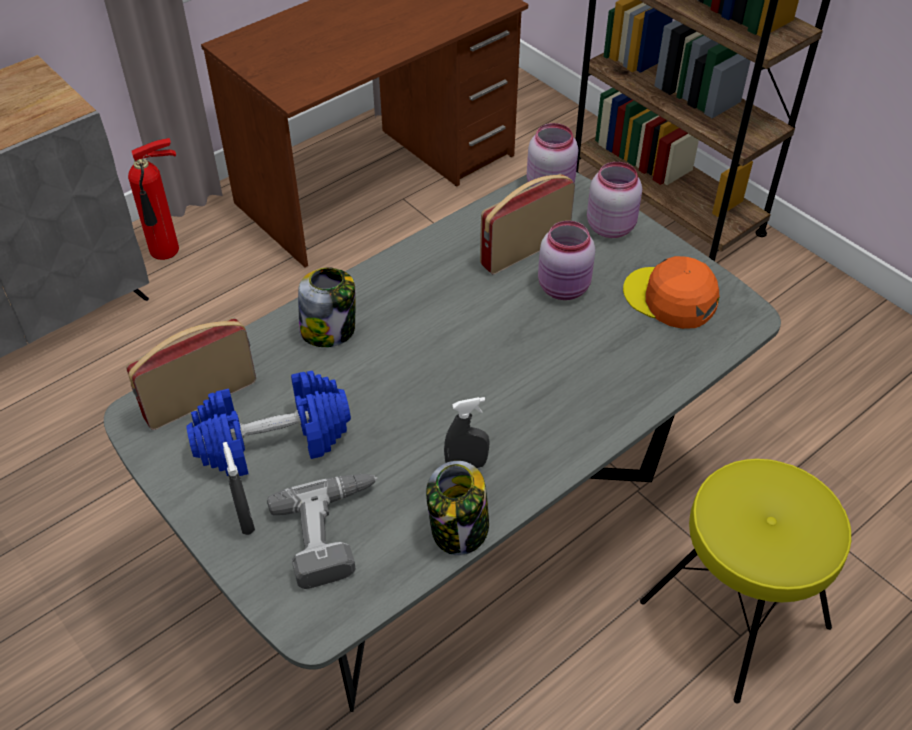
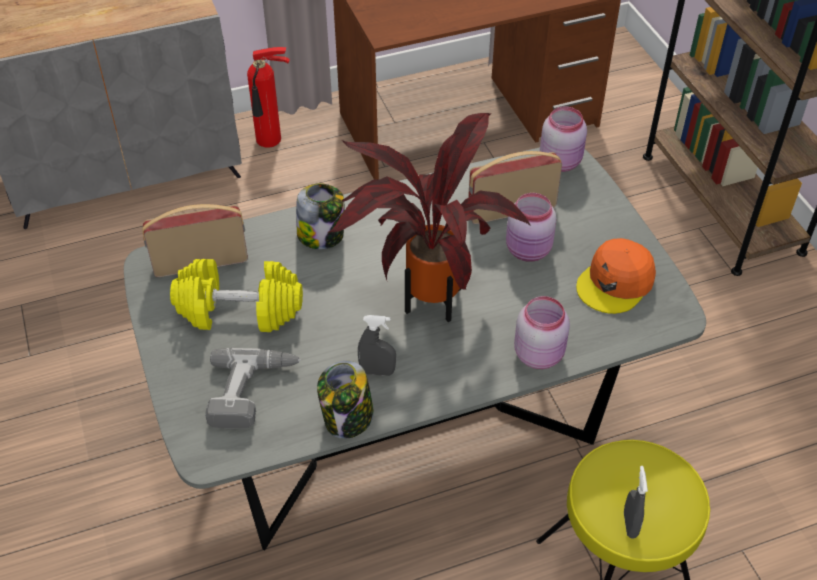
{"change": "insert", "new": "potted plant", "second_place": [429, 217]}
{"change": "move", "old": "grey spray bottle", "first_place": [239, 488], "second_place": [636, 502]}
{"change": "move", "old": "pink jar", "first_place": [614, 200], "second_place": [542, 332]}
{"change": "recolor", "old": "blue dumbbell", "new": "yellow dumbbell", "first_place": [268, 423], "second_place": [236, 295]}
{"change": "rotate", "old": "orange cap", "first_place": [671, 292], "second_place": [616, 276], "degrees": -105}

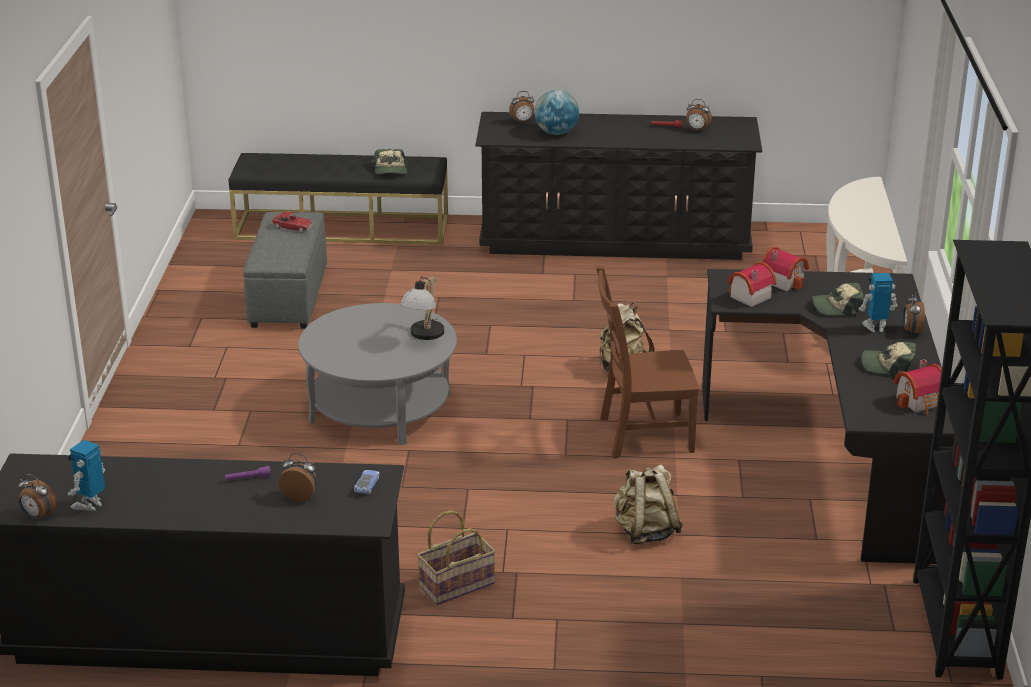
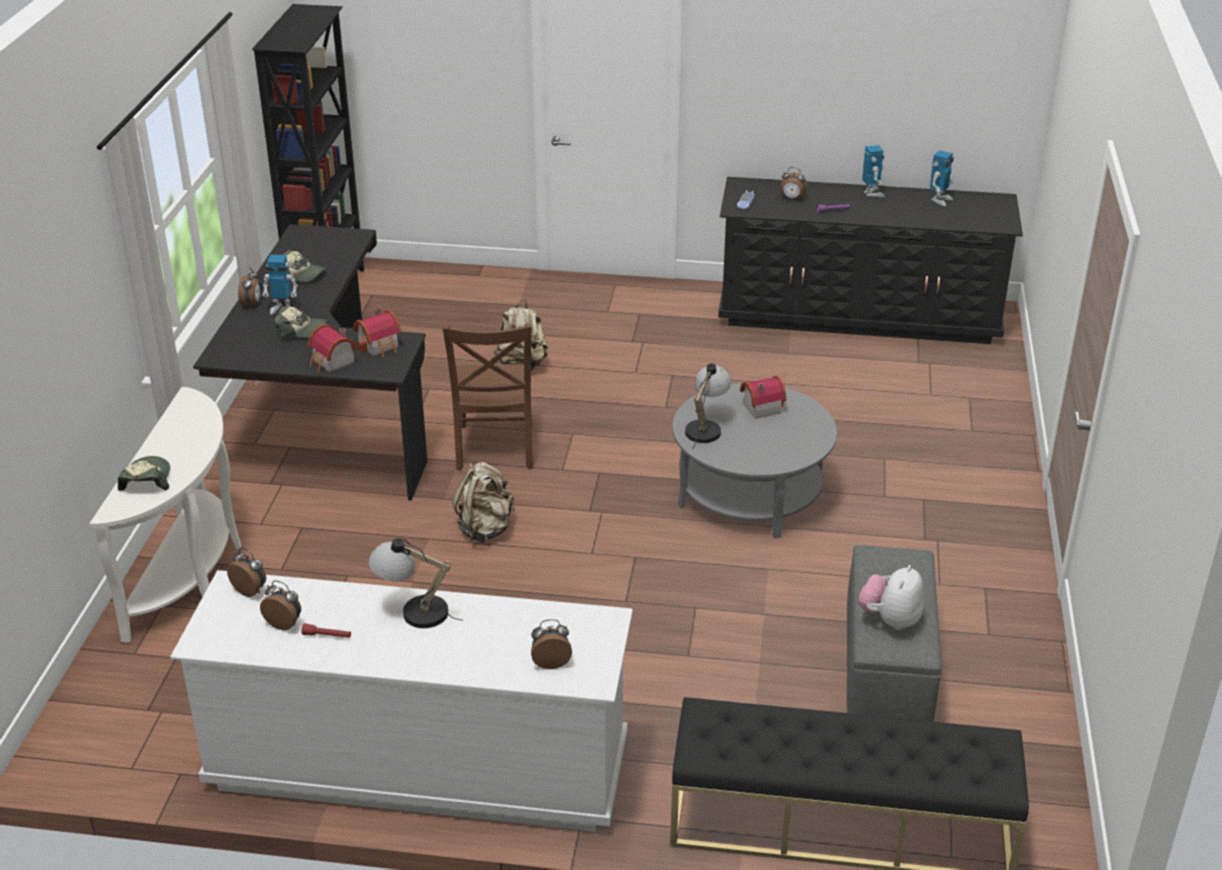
{"change": "delete", "old": "basket", "first_place": [456, 557]}
{"change": "delete", "old": "globe", "first_place": [556, 112]}
{"change": "insert", "new": "table lamp", "second_place": [415, 583]}
{"change": "insert", "new": "toy robot", "second_place": [873, 171]}
{"change": "move", "old": "alarm clock", "first_place": [37, 497], "second_place": [246, 572]}
{"change": "move", "old": "cap", "first_place": [389, 161], "second_place": [144, 473]}
{"change": "move", "old": "toy house", "first_place": [917, 387], "second_place": [763, 397]}
{"change": "replace", "old": "toy car", "new": "plush toy", "first_place": [292, 222], "second_place": [891, 597]}
{"change": "recolor", "old": "black dresser", "new": "white dresser", "first_place": [618, 186], "second_place": [401, 701]}
{"change": "rotate", "old": "brown chair", "first_place": [647, 362], "second_place": [487, 397], "degrees": 90}

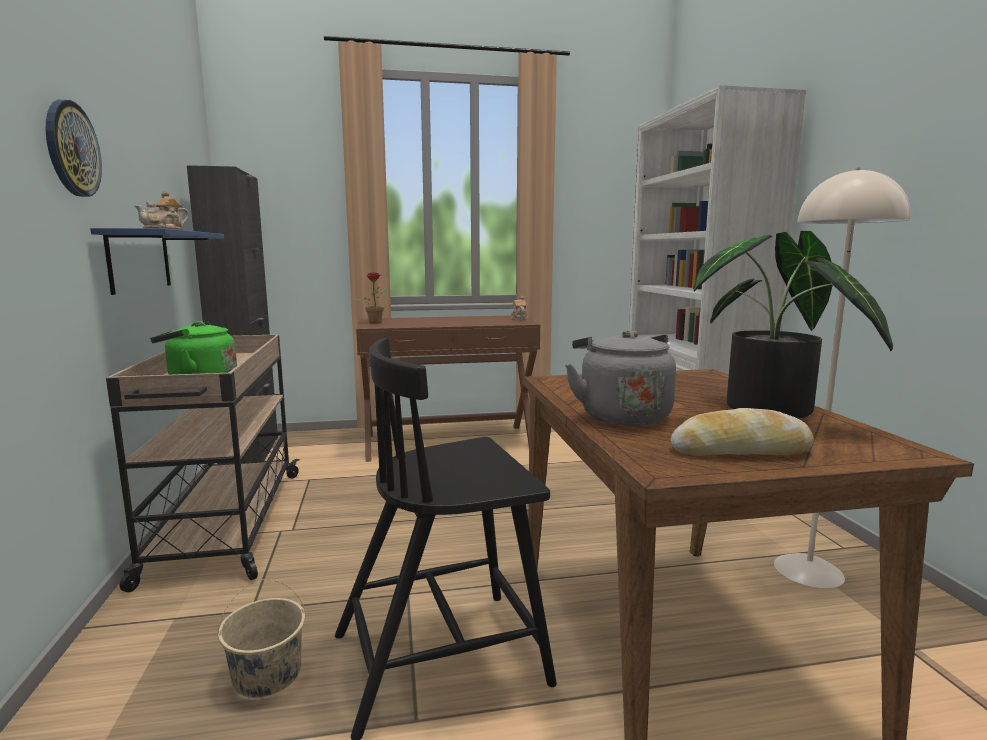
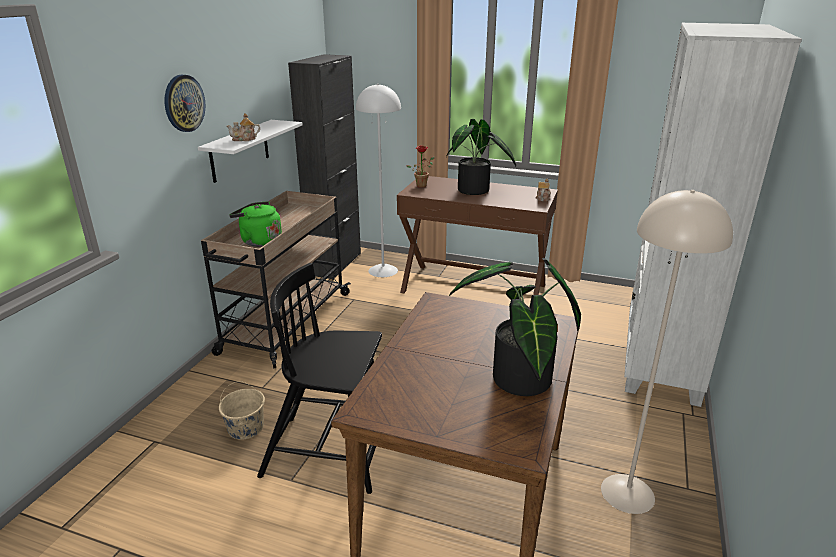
{"change": "delete", "old": "grey kettle", "first_place": [620, 378]}
{"change": "delete", "old": "bread", "first_place": [742, 432]}
{"change": "insert", "new": "white floor lamp", "second_place": [378, 180]}
{"change": "insert", "new": "potted plant", "second_place": [481, 157]}
{"change": "recolor", "old": "blue shelf", "new": "white shelf", "first_place": [157, 261], "second_place": [250, 151]}

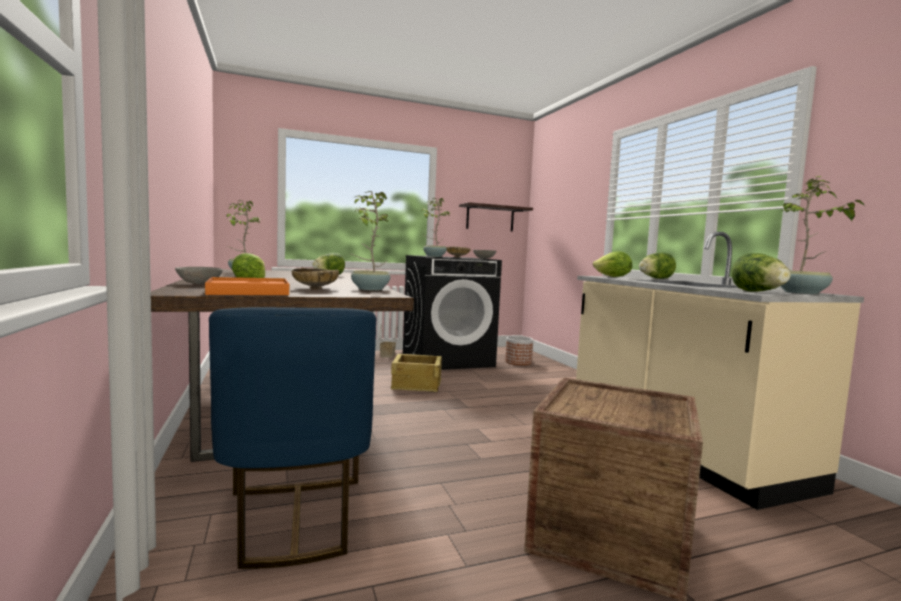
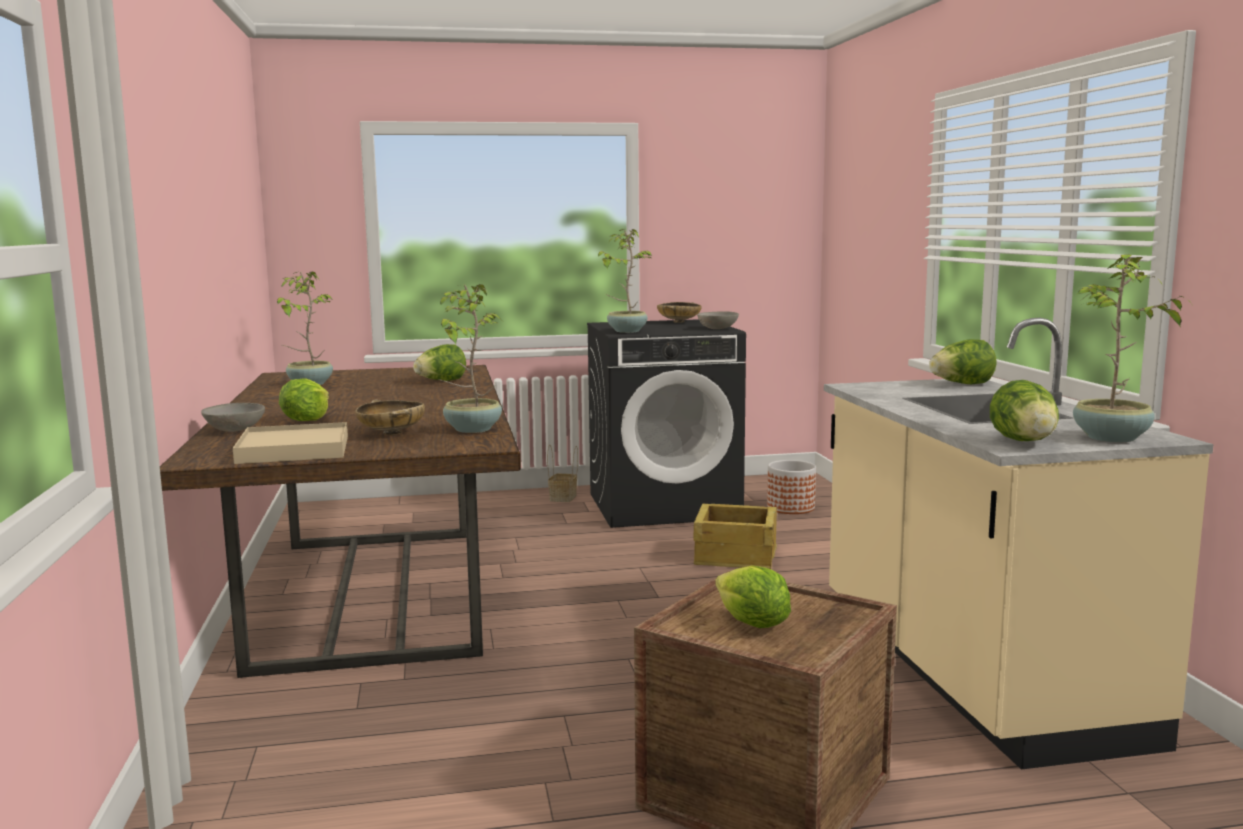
{"change": "delete", "old": "blue chair", "first_place": [292, 438]}
{"change": "delete", "old": "shelf", "first_place": [496, 217]}
{"change": "move", "old": "crate", "first_place": [416, 373], "second_place": [735, 536]}
{"change": "move", "old": "lettuce", "first_place": [612, 264], "second_place": [753, 596]}
{"change": "recolor", "old": "orange tray", "new": "beige tray", "first_place": [247, 286], "second_place": [290, 443]}

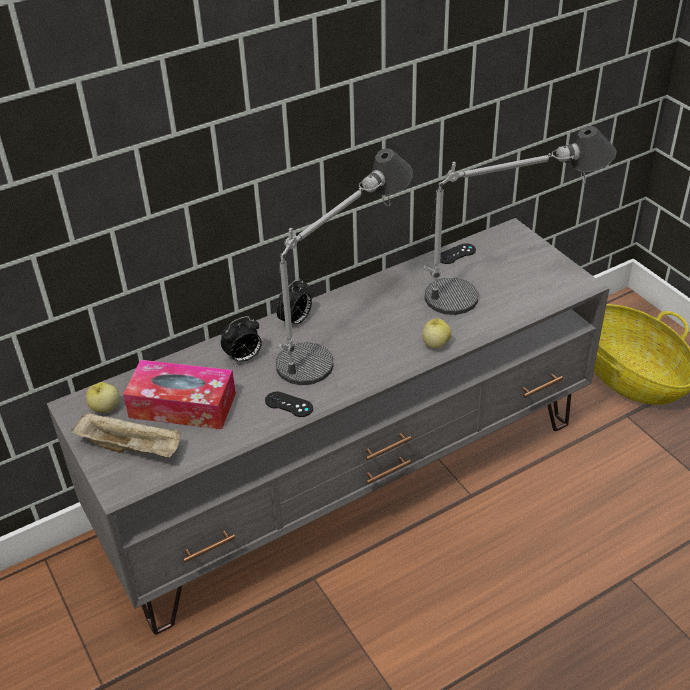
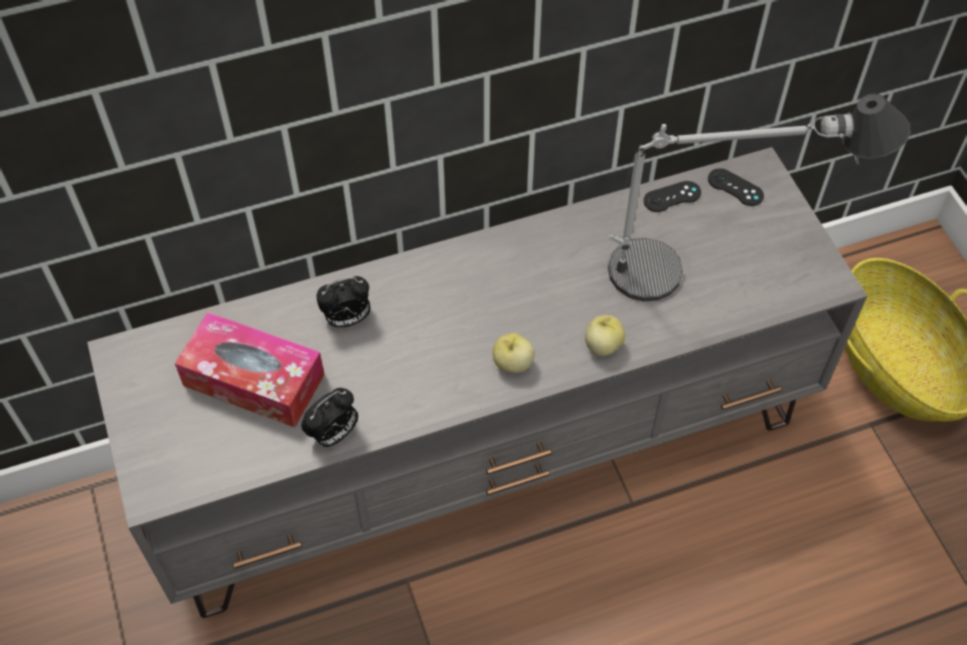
{"change": "delete", "old": "beige tray", "first_place": [126, 435]}
{"change": "delete", "old": "table lamp", "first_place": [344, 266]}
{"change": "move", "old": "apple", "first_place": [103, 397], "second_place": [514, 353]}
{"change": "move", "old": "black game controller", "first_place": [289, 404], "second_place": [736, 187]}
{"change": "move", "old": "alarm clock", "first_place": [294, 301], "second_place": [329, 417]}

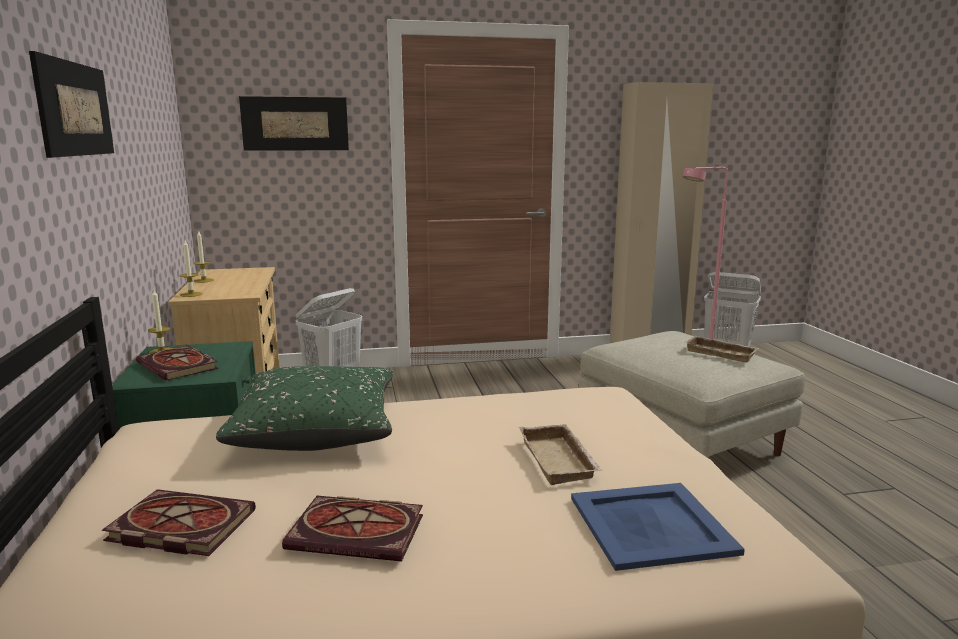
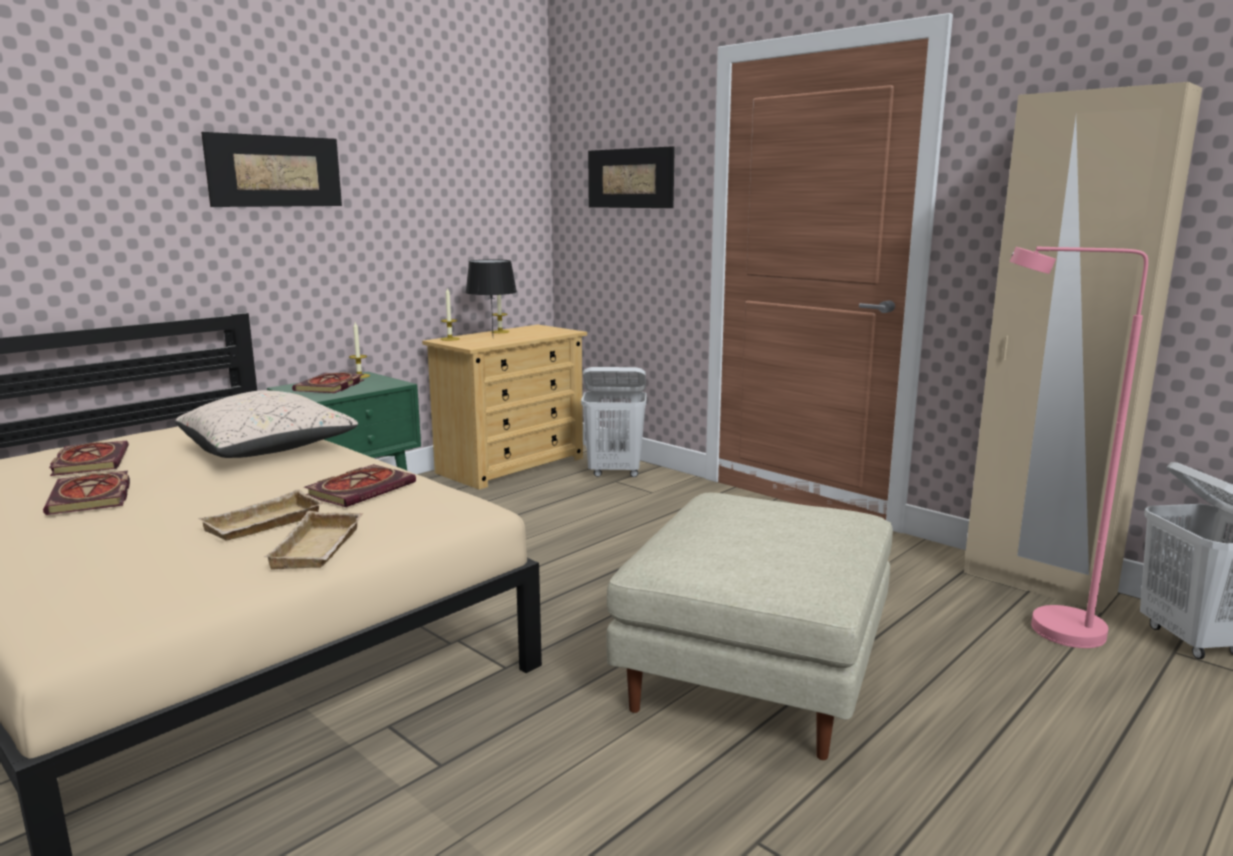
{"change": "delete", "old": "blue tray", "first_place": [658, 527]}
{"change": "insert", "new": "book", "second_place": [360, 485]}
{"change": "insert", "new": "black table lamp", "second_place": [491, 296]}
{"change": "move", "old": "beige tray", "first_place": [722, 349], "second_place": [313, 540]}
{"change": "recolor", "old": "green pillow", "new": "beige pillow", "first_place": [304, 408], "second_place": [266, 424]}

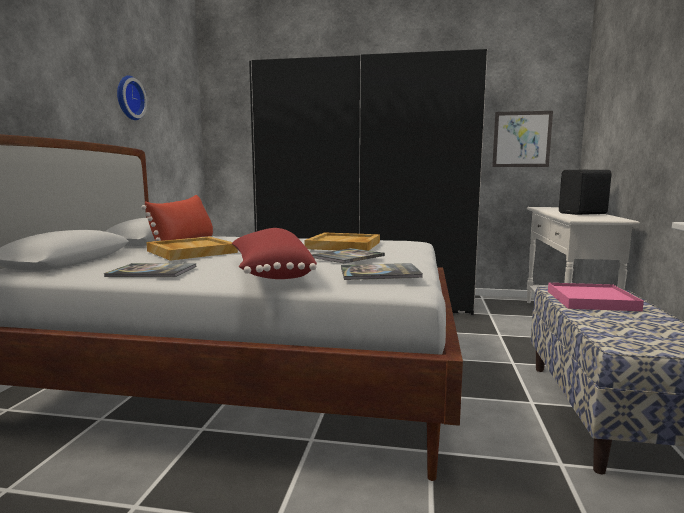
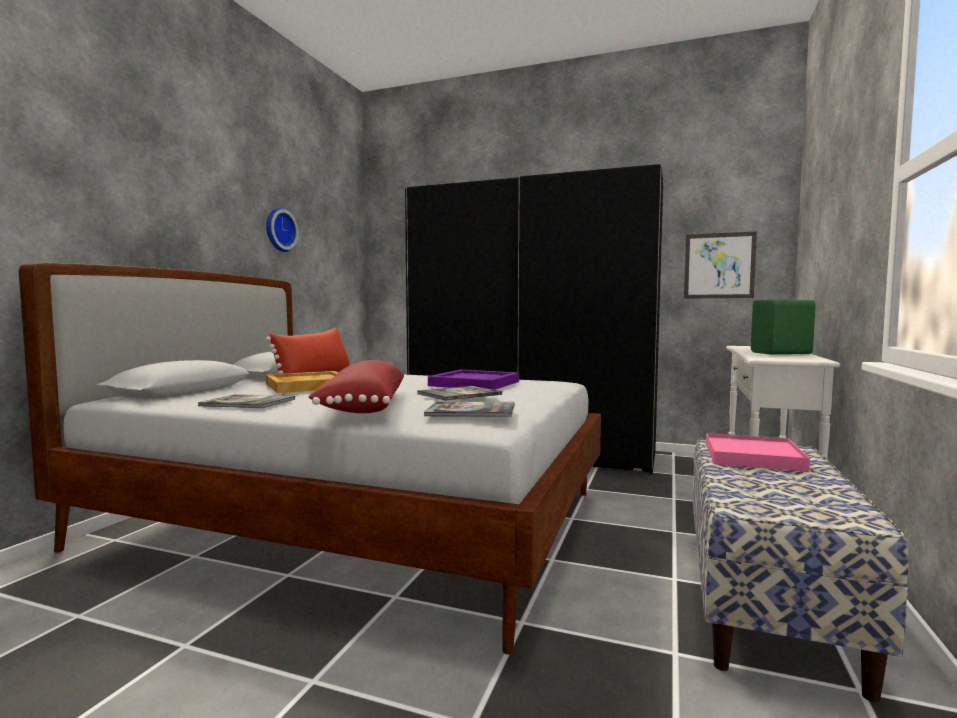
{"change": "recolor", "old": "beige tray", "new": "purple tray", "first_place": [342, 241], "second_place": [473, 380]}
{"change": "recolor", "old": "black speaker", "new": "green speaker", "first_place": [585, 192], "second_place": [783, 327]}

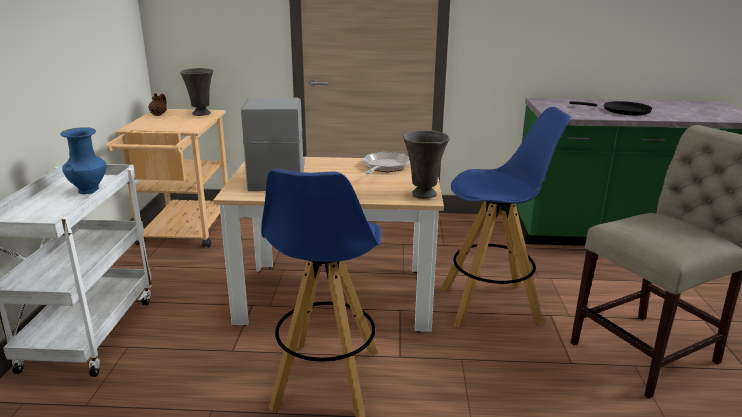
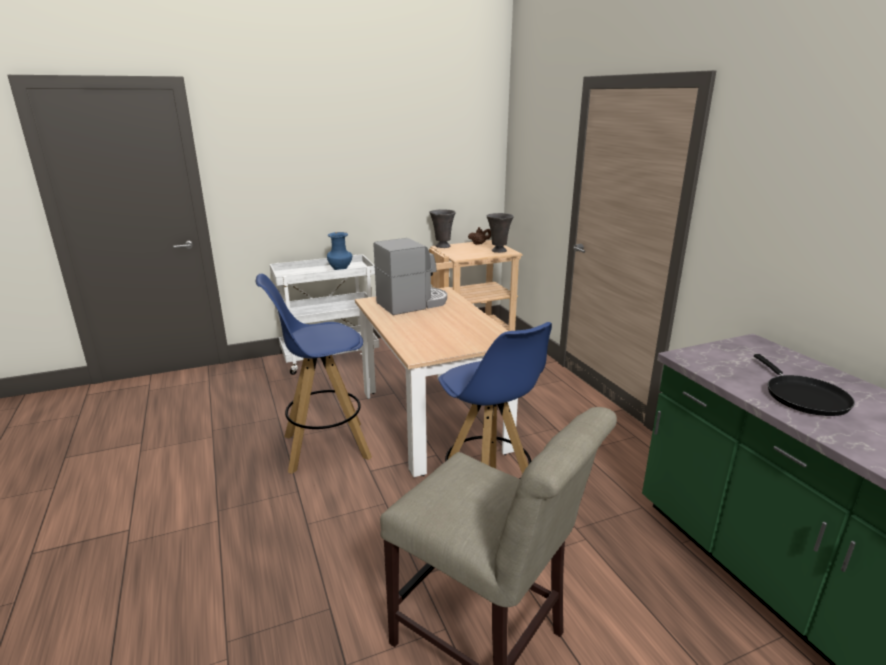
{"change": "delete", "old": "frying pan", "first_place": [386, 163]}
{"change": "move", "old": "grey vase", "first_place": [426, 164], "second_place": [442, 229]}

